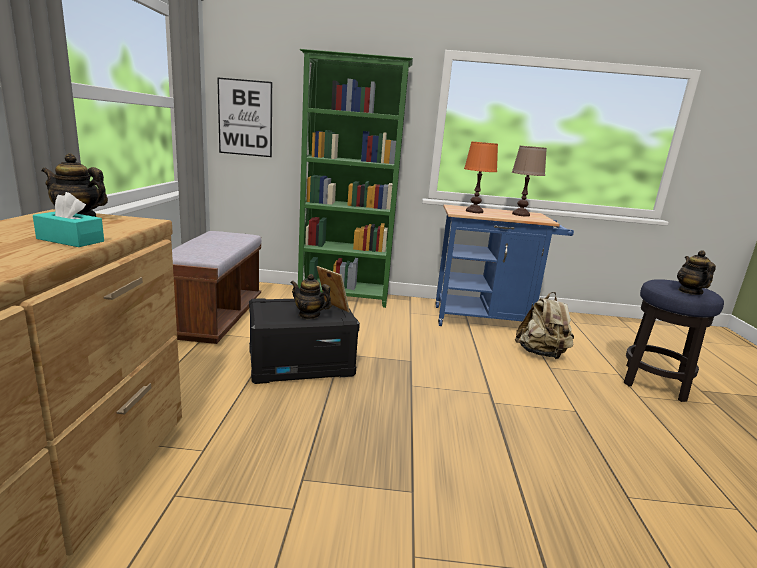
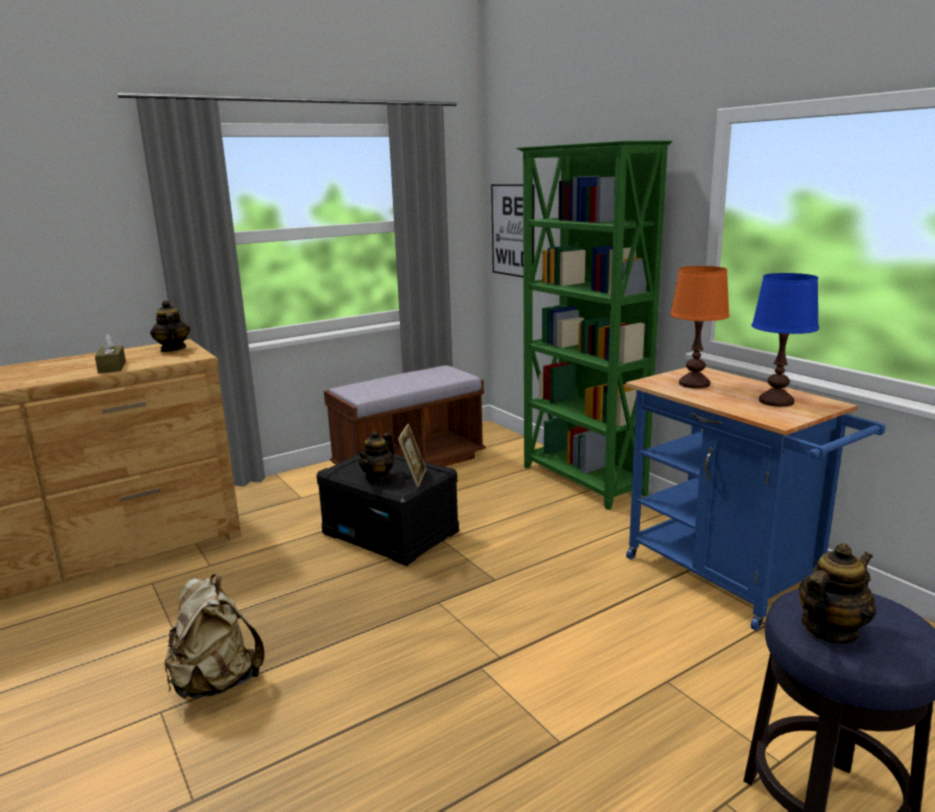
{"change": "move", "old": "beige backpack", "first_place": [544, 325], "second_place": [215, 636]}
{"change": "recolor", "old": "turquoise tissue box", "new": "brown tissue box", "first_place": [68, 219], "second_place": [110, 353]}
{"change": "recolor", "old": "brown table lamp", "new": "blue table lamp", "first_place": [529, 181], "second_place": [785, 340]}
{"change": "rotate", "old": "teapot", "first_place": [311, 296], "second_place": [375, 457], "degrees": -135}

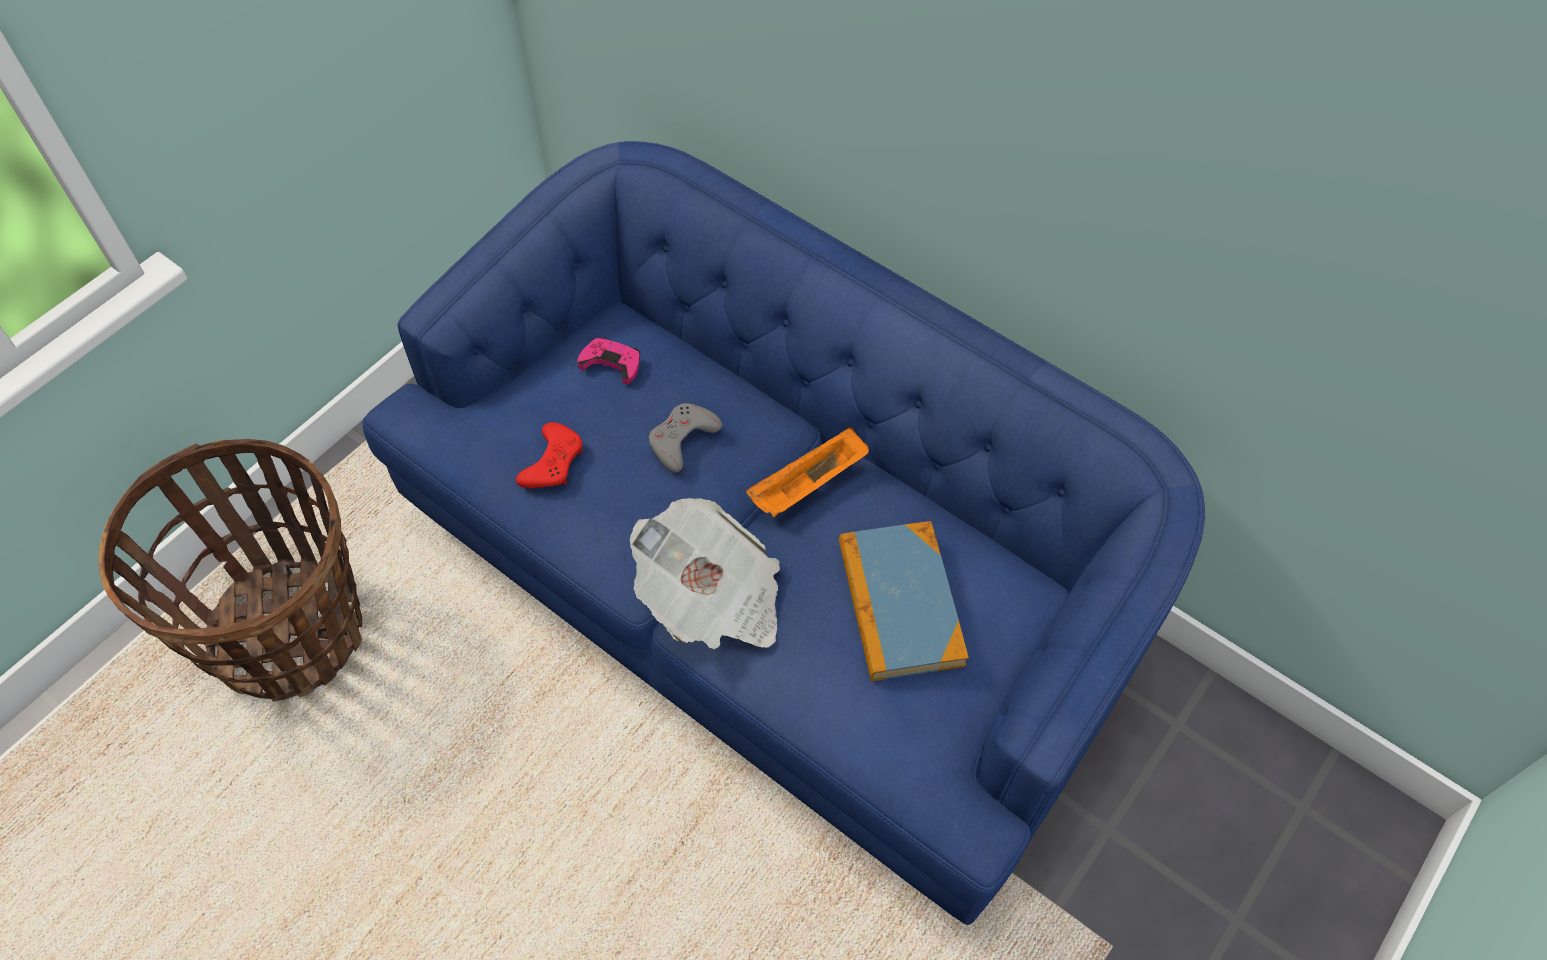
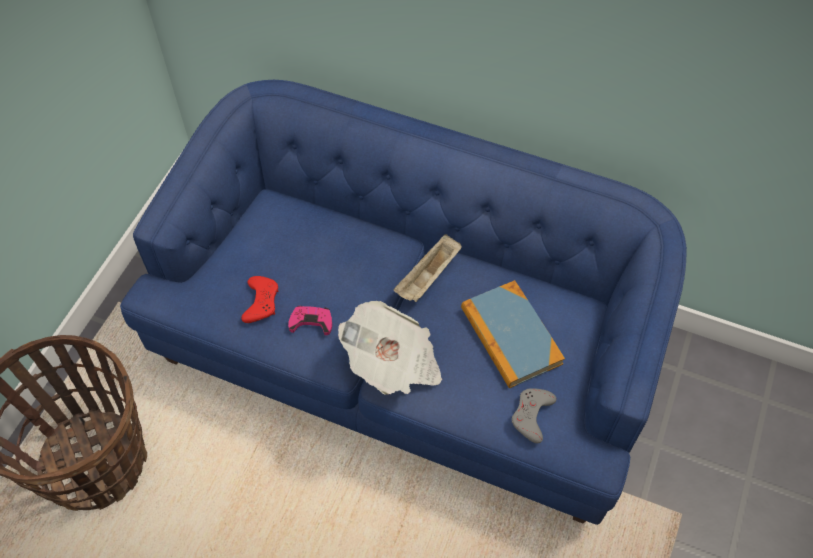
{"change": "move", "old": "pink game controller", "first_place": [608, 360], "second_place": [310, 320]}
{"change": "move", "old": "grey game controller", "first_place": [685, 438], "second_place": [534, 415]}
{"change": "recolor", "old": "orange tray", "new": "beige tray", "first_place": [807, 472], "second_place": [428, 268]}

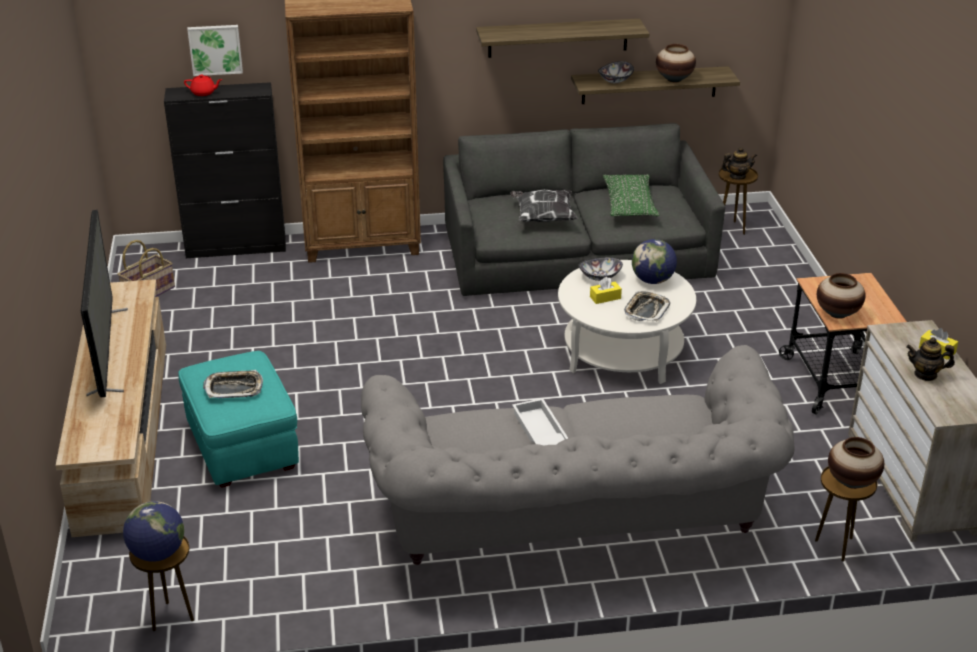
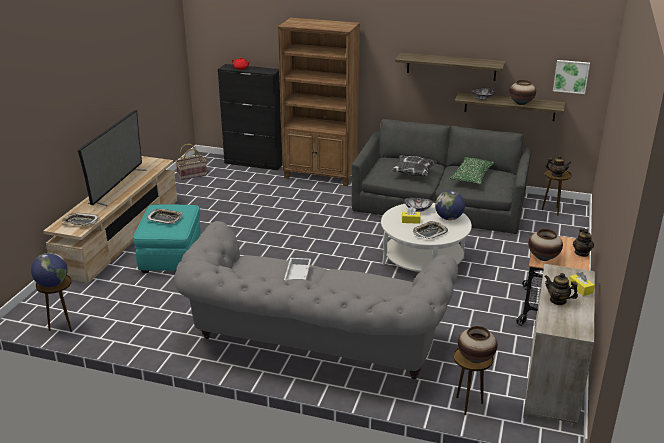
{"change": "insert", "new": "tray", "second_place": [80, 219]}
{"change": "insert", "new": "teapot", "second_place": [583, 242]}
{"change": "move", "old": "picture", "first_place": [215, 50], "second_place": [571, 77]}

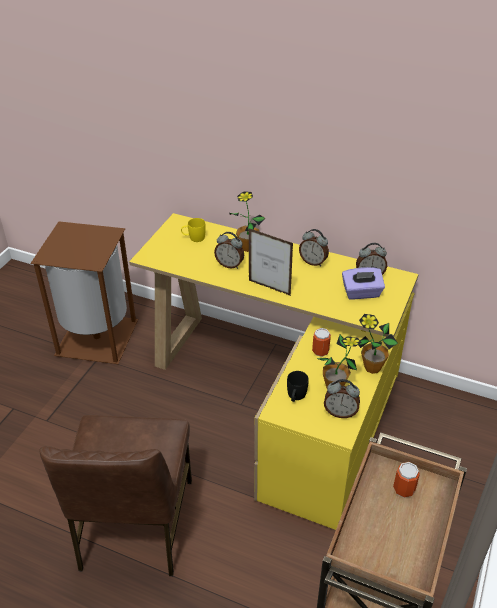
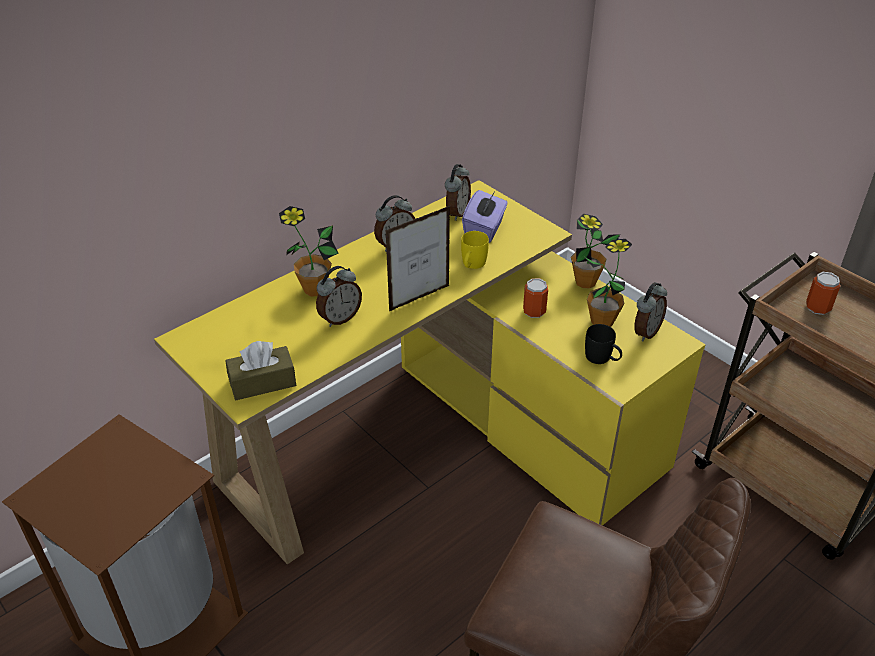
{"change": "insert", "new": "brown tissue box", "second_place": [260, 370]}
{"change": "move", "old": "yellow mug", "first_place": [193, 230], "second_place": [475, 250]}

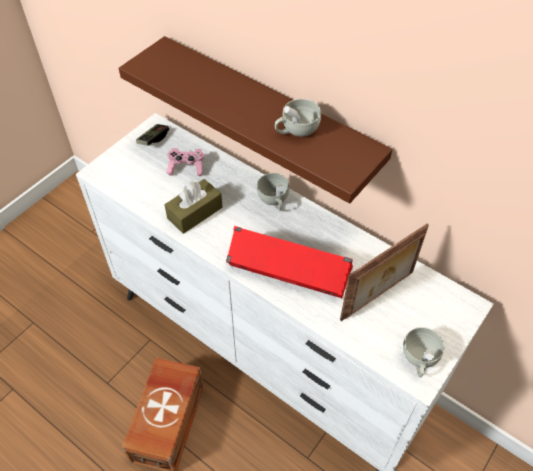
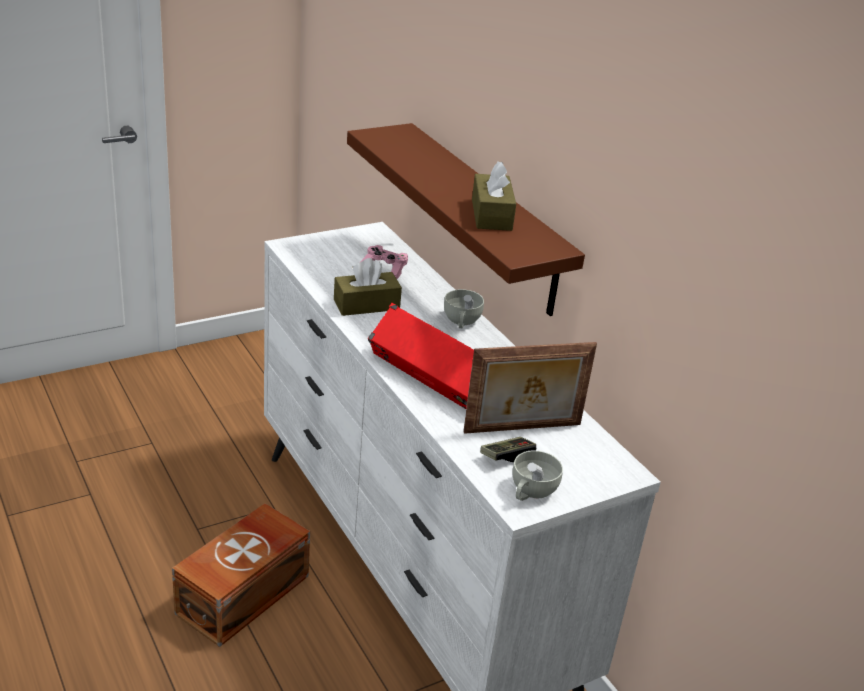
{"change": "move", "old": "game controller", "first_place": [152, 135], "second_place": [508, 449]}
{"change": "replace", "old": "white cup", "new": "brown tissue box", "first_place": [298, 118], "second_place": [494, 196]}

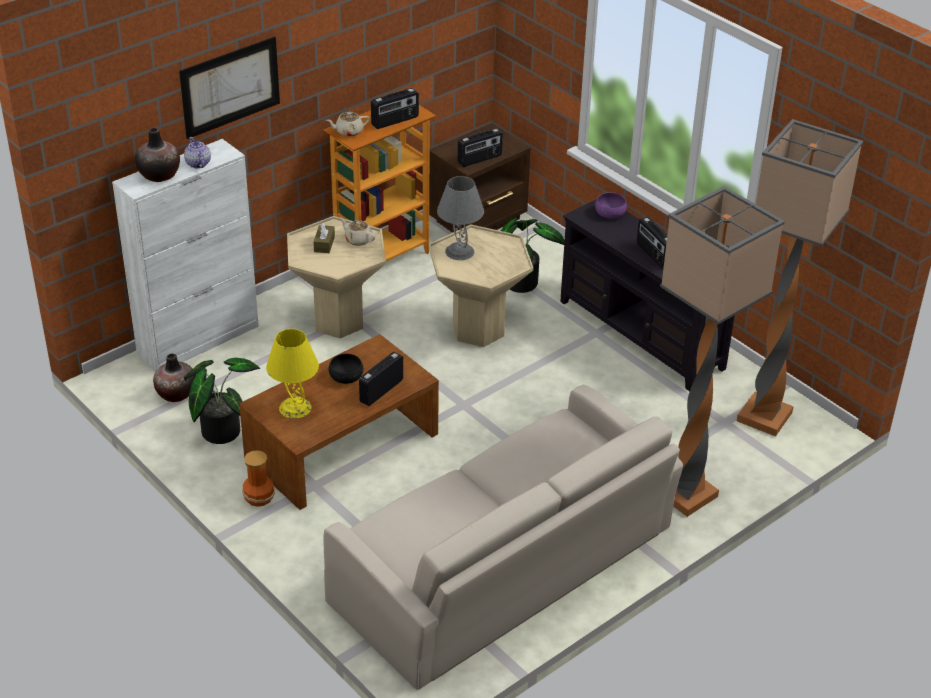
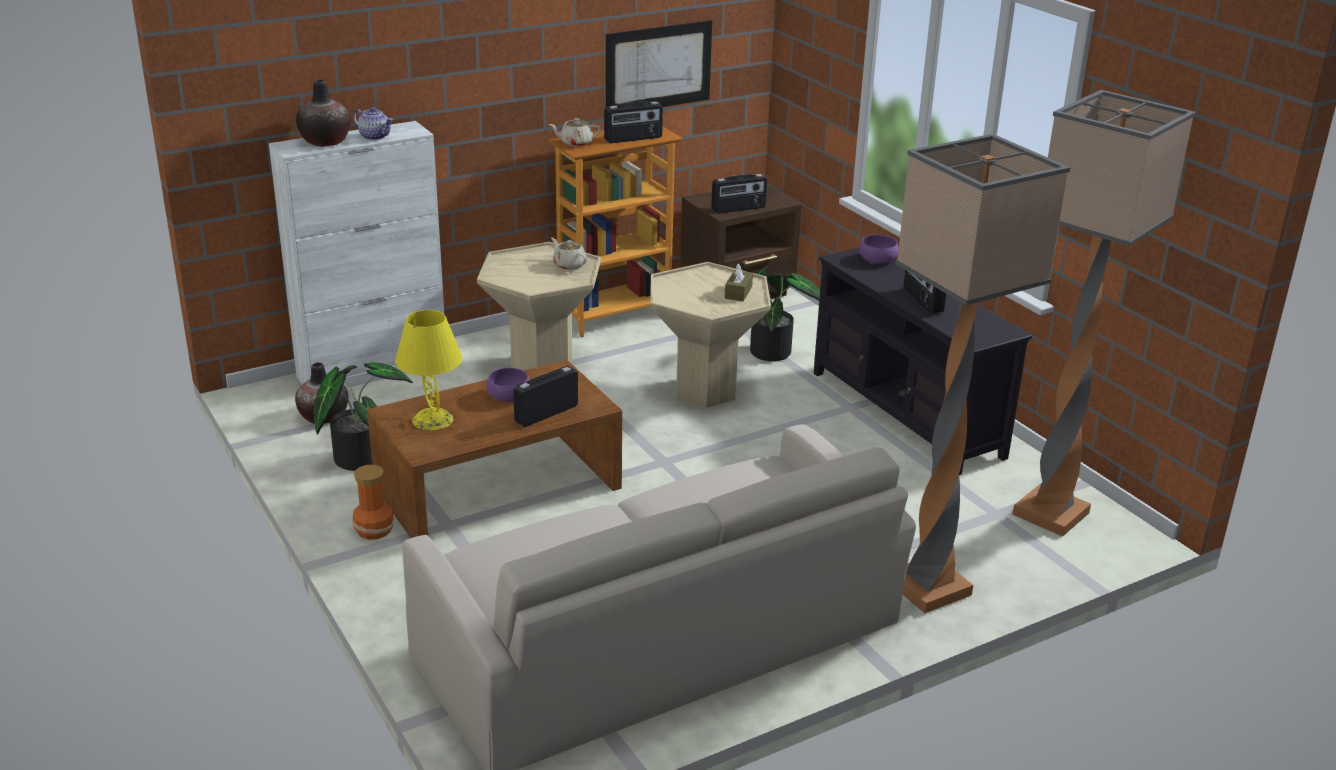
{"change": "delete", "old": "grey table lamp", "first_place": [460, 218]}
{"change": "move", "old": "picture", "first_place": [229, 88], "second_place": [659, 63]}
{"change": "move", "old": "brown tissue box", "first_place": [324, 238], "second_place": [739, 282]}
{"change": "recolor", "old": "black bowl", "new": "purple bowl", "first_place": [346, 369], "second_place": [508, 385]}
{"change": "rotate", "old": "teapot", "first_place": [197, 152], "second_place": [373, 123], "degrees": 135}

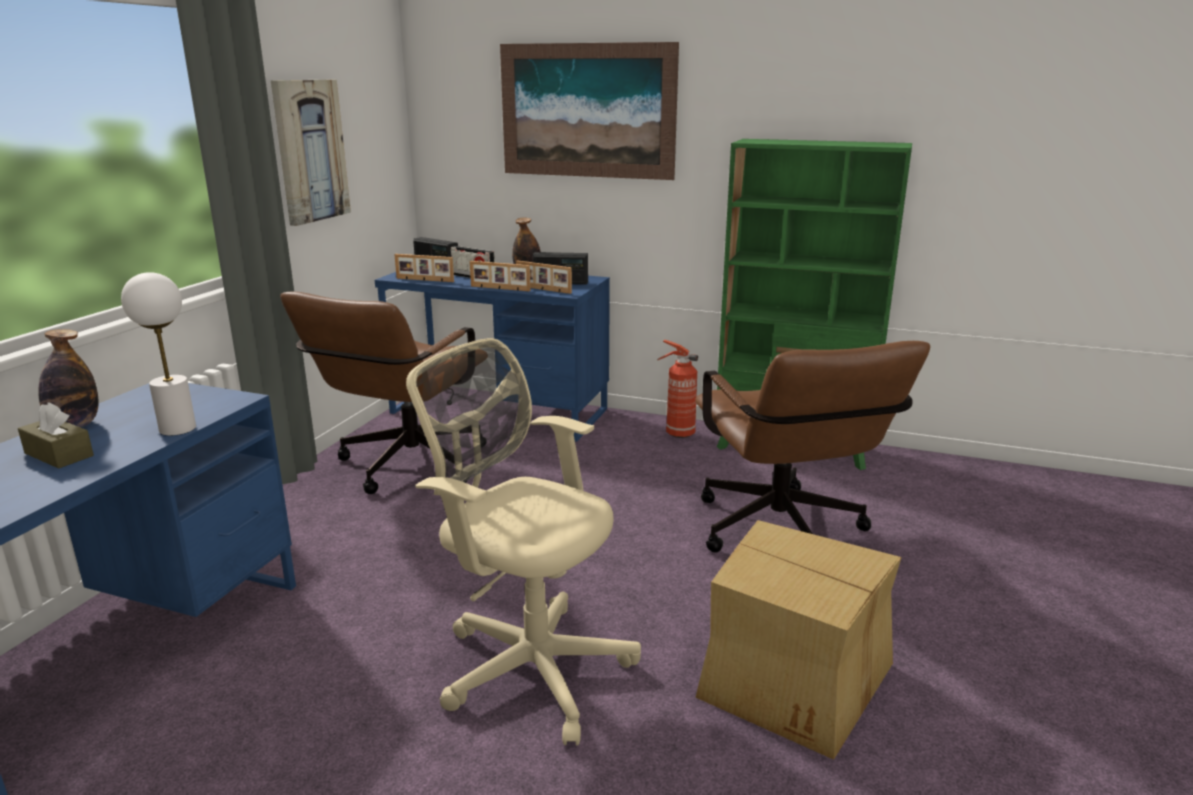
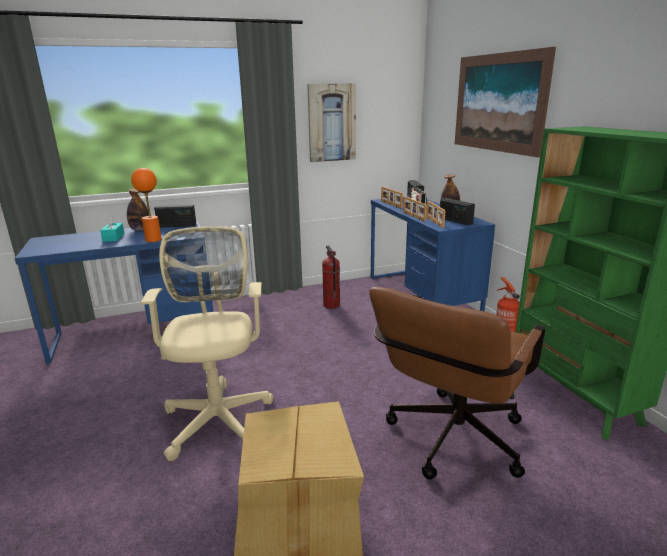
{"change": "insert", "new": "radio", "second_place": [175, 216]}
{"change": "replace", "old": "brown office chair", "new": "fire extinguisher", "first_place": [382, 393], "second_place": [331, 277]}
{"change": "recolor", "old": "brown tissue box", "new": "turquoise tissue box", "first_place": [56, 435], "second_place": [112, 228]}
{"change": "recolor", "old": "white table lamp", "new": "orange table lamp", "first_place": [158, 354], "second_place": [146, 205]}

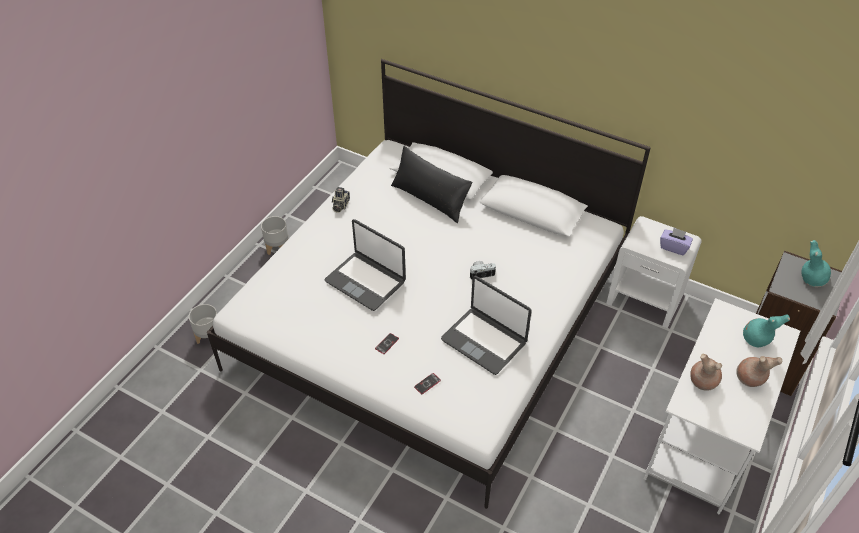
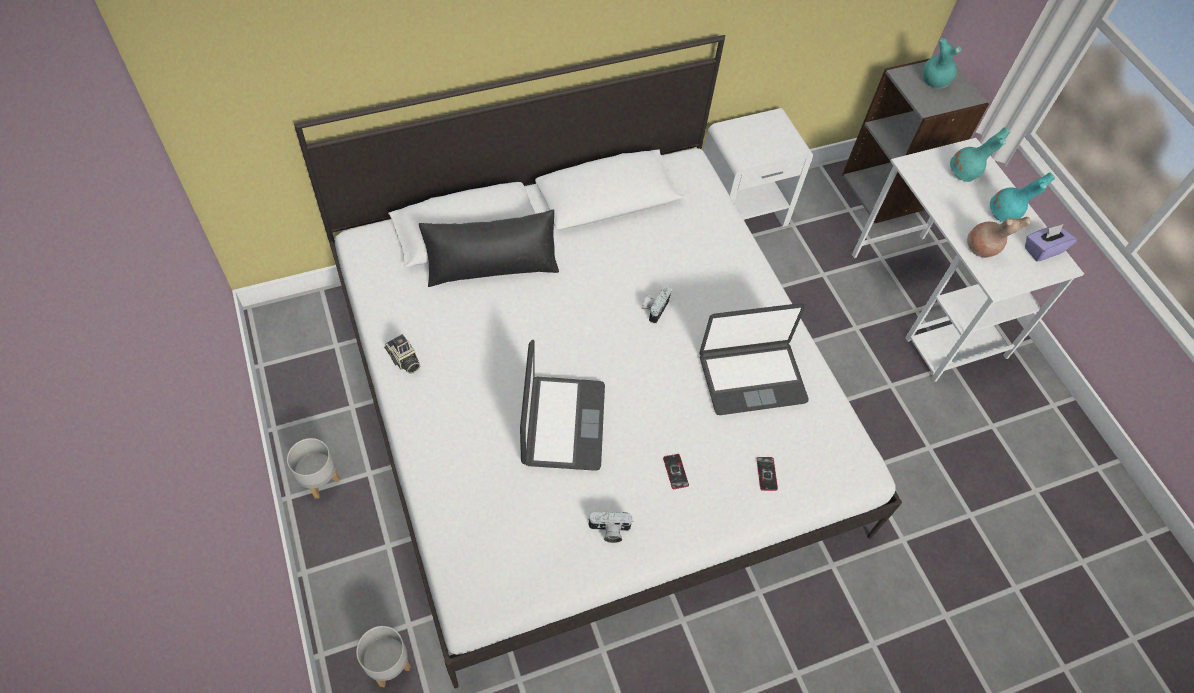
{"change": "insert", "new": "photo camera", "second_place": [611, 527]}
{"change": "move", "old": "purple tissue box", "first_place": [676, 241], "second_place": [1051, 243]}
{"change": "recolor", "old": "brown vase", "new": "turquoise vase", "first_place": [759, 371], "second_place": [1022, 197]}
{"change": "rotate", "old": "laptop", "first_place": [365, 265], "second_place": [562, 405], "degrees": -75}

